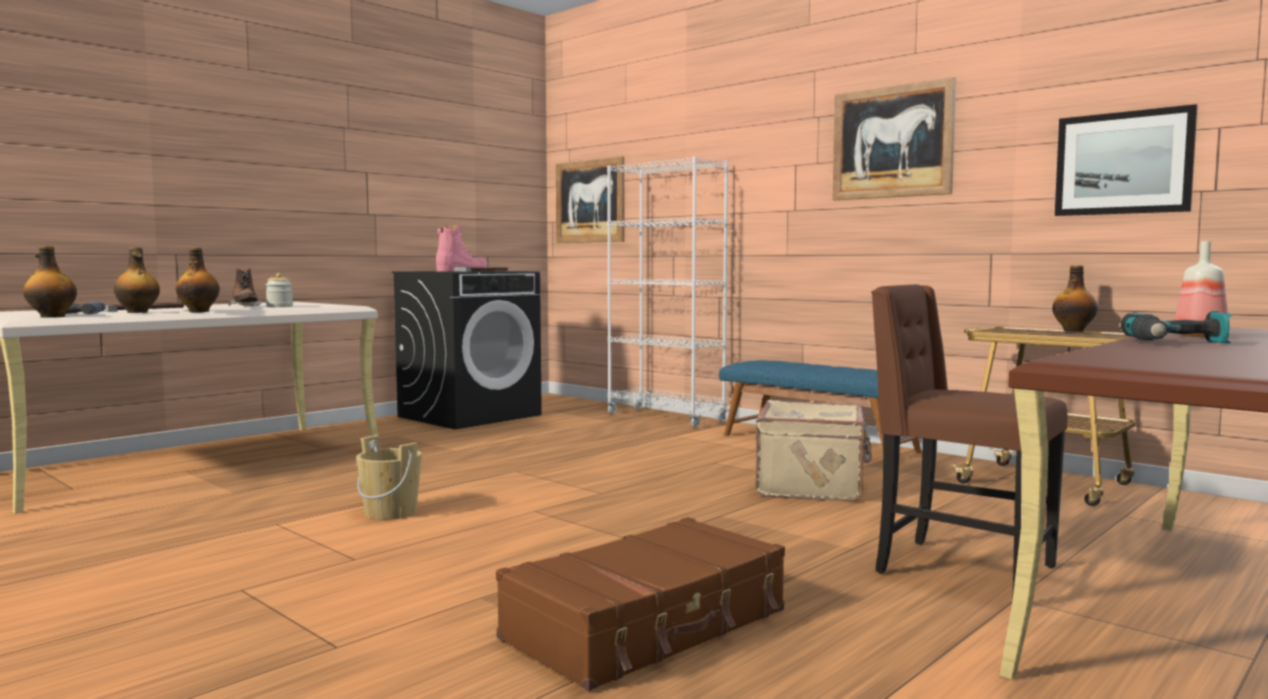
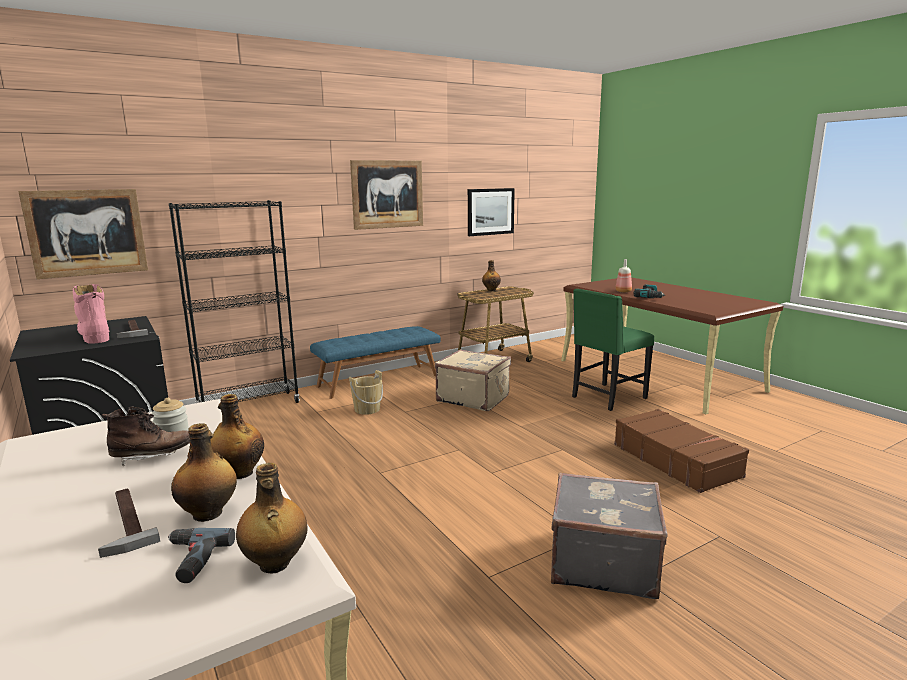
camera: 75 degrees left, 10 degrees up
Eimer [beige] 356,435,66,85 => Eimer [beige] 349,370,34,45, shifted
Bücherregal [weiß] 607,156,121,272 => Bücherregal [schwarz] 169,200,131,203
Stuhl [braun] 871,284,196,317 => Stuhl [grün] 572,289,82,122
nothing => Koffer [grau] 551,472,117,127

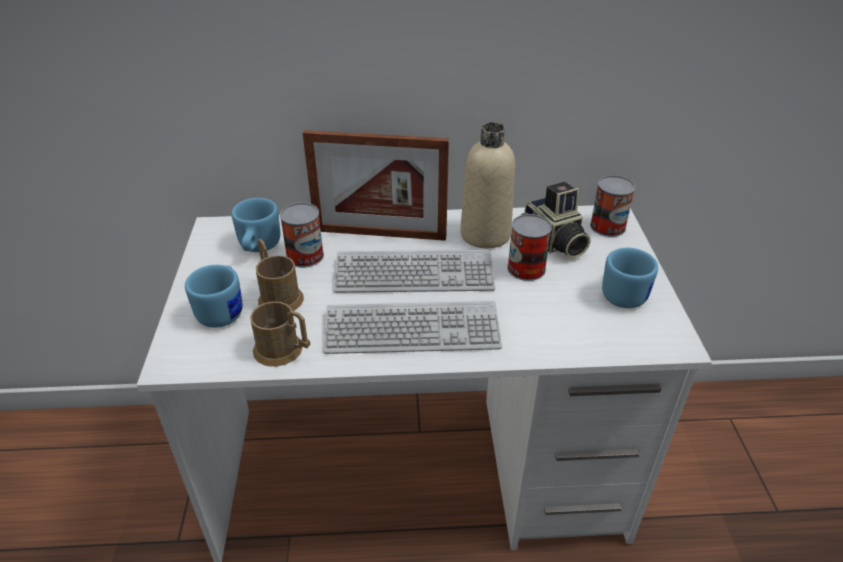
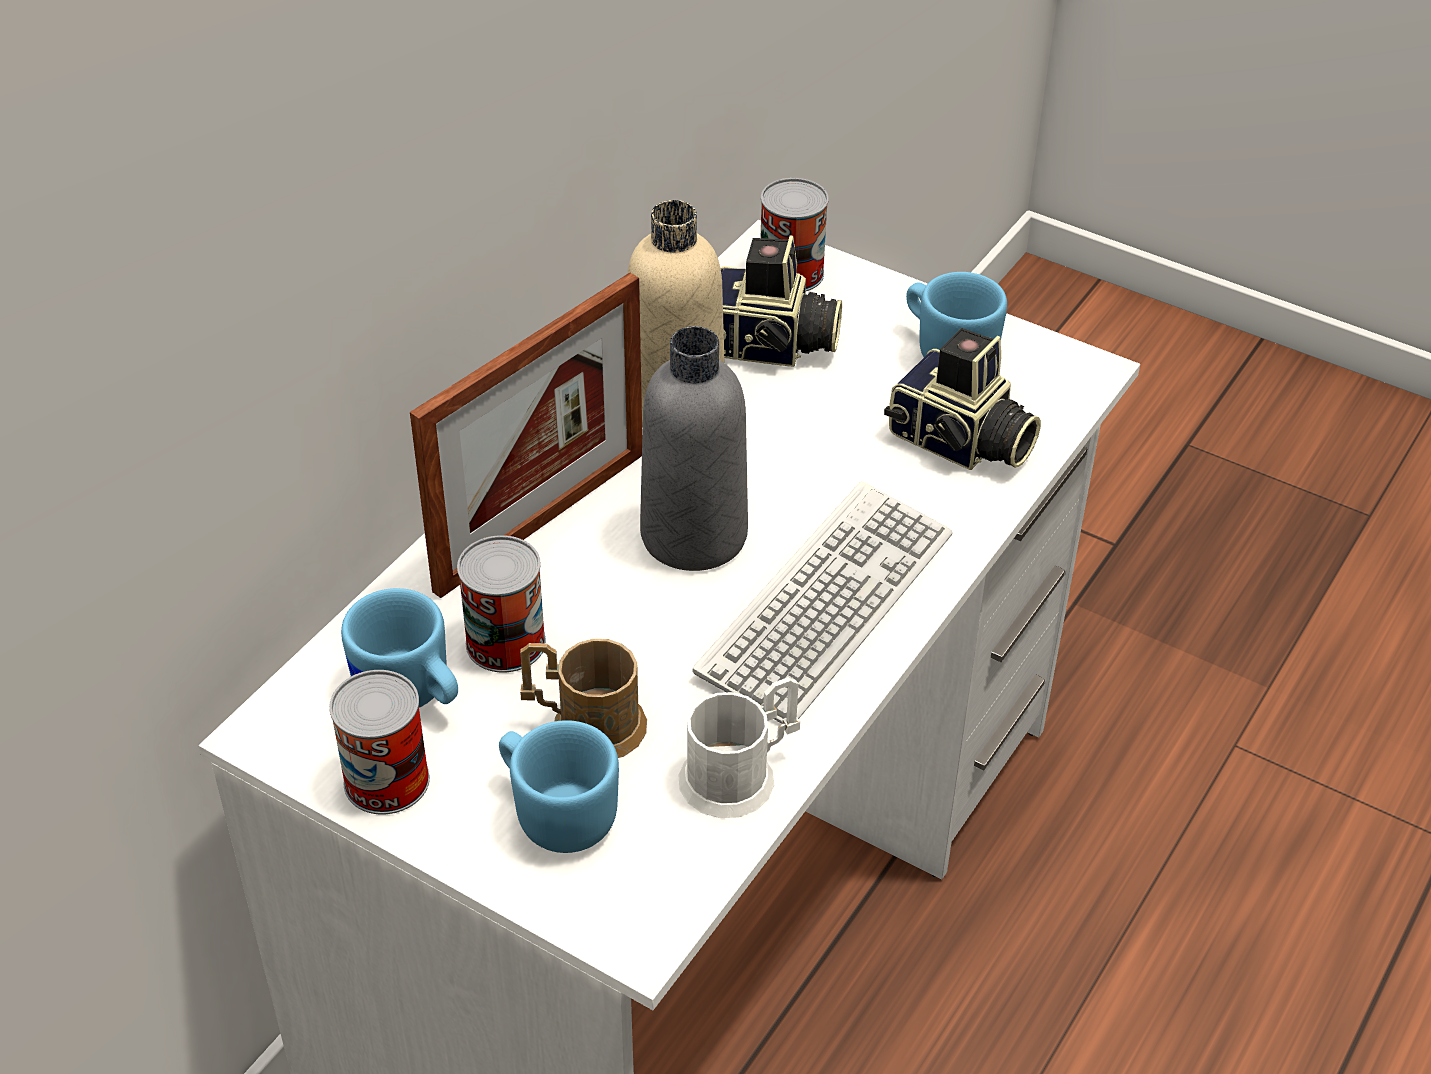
camera: 55 degrees left, 5 degrees up
Henkelbecher [braun] 250,301,60,66 => Henkelbecher [weiß] 678,677,122,141
Tastatur 334,250,161,43 => Flasche [grau] 640,326,108,245
Dose 507,214,45,67 => Dose 329,670,101,144, shifted
nothing => Kamera 884,328,157,142

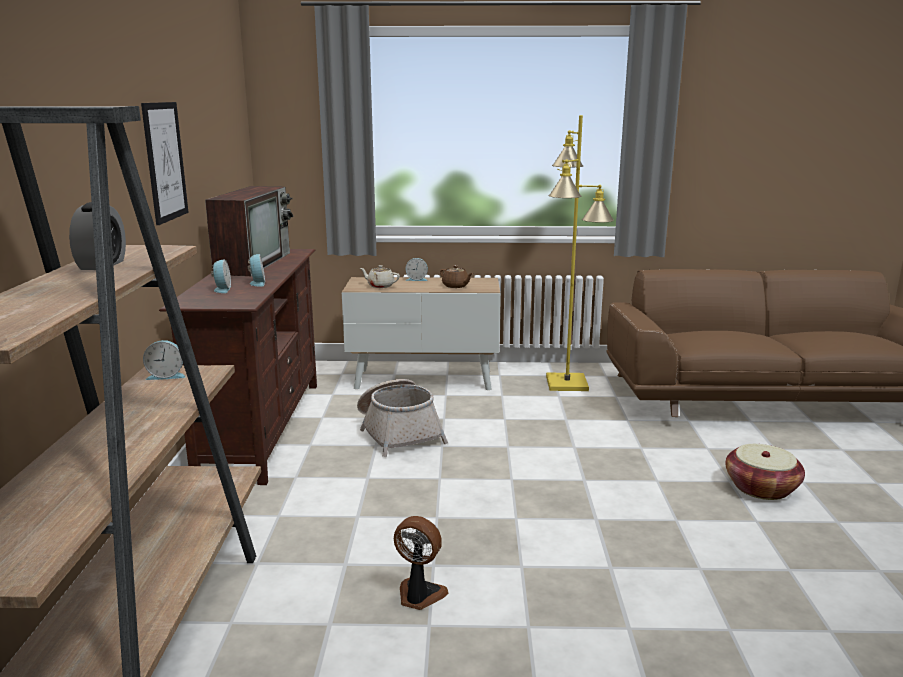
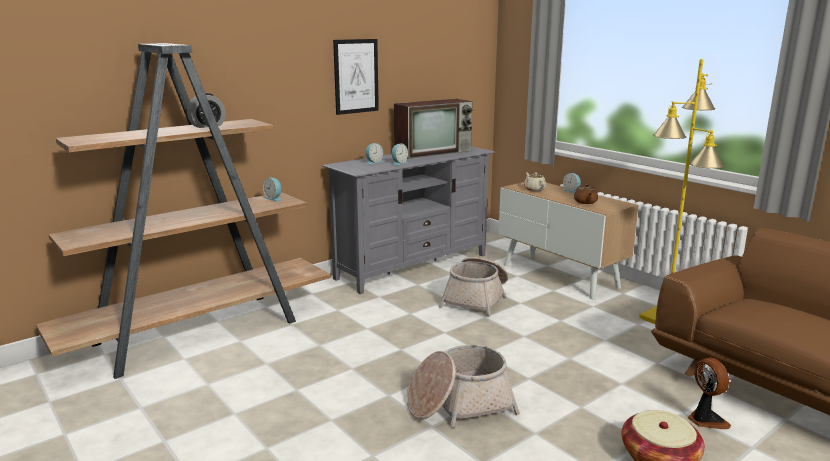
camera: 50 degrees right, 0 degrees up
Fernsehschrank [braun] 159,249,158,236 => Fernsehschrank [grau] 322,146,173,148
Ventilator 394,516,55,94 => Ventilator 688,358,43,71, shifted
nothing => Korb 407,345,113,83

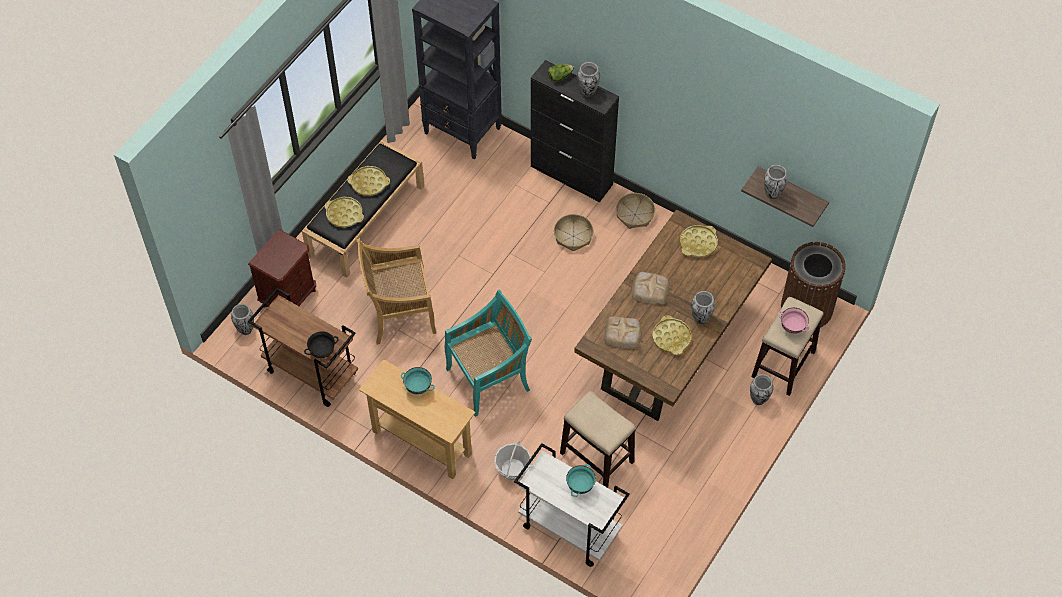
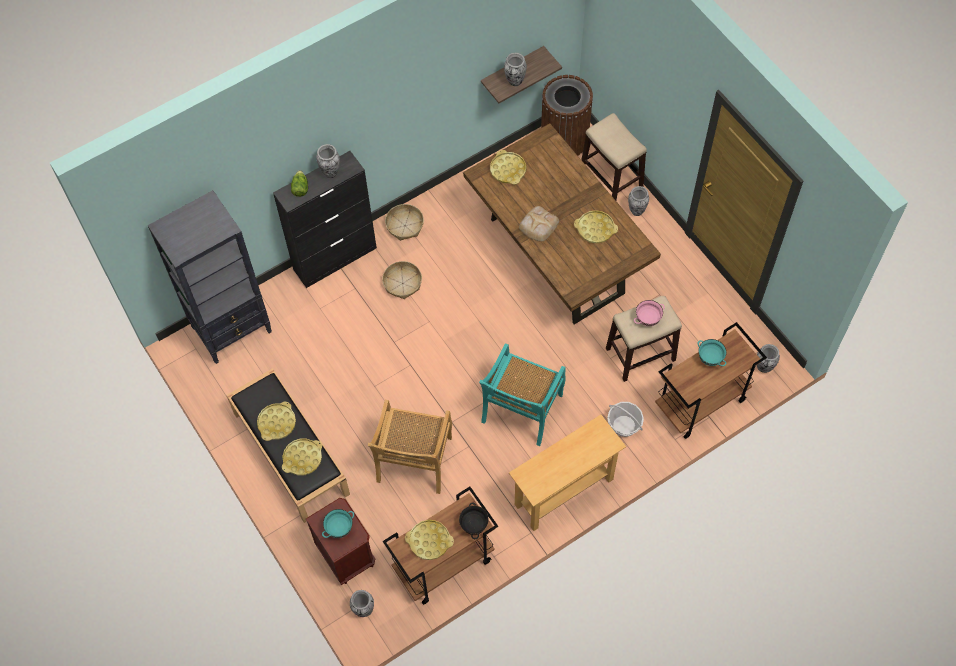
camera: 65 degrees left, 5 degrees up
Schüssel [türkis] 401,367,34,28 => Schüssel [türkis] 322,509,32,29, shifted
Stuhl [türkis] 445,289,87,128 => Stuhl [türkis] 479,343,87,103, 150 degrees counterclockwise
Rollwagen [weiß] 514,443,116,124 => Rollwagen [braun] 655,322,112,117
Brot 604,316,38,33 => nothing
Vase 691,291,24,33 => Vase 757,344,23,29, shifted
Schüssel [rosa] 778,308,33,26 => Schüssel [rosa] 634,300,31,26, shifted
nothing => Tablett [gelb] 405,520,49,40

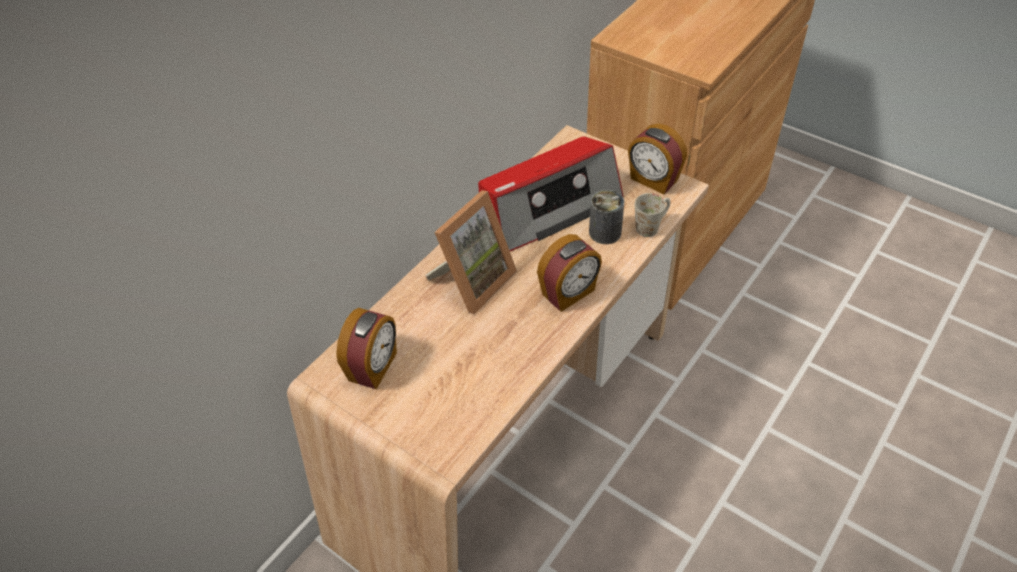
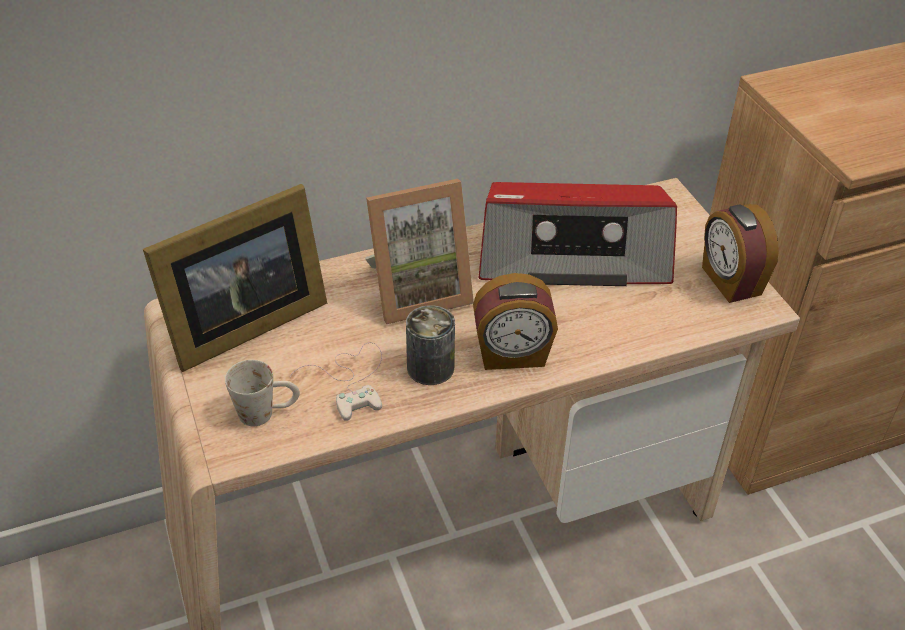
camera: 30 degrees right, 5 degrees down
Wecker 336,308,61,81 => Bilderrahmen 143,184,184,188
Dose 589,190,36,54 => Dose 406,305,49,80, shifted
Henkelbecher [weiß] 635,193,36,44 => Henkelbecher [weiß] 225,360,75,66, shifted
nothing => Gamepad [weiß] 290,342,92,79

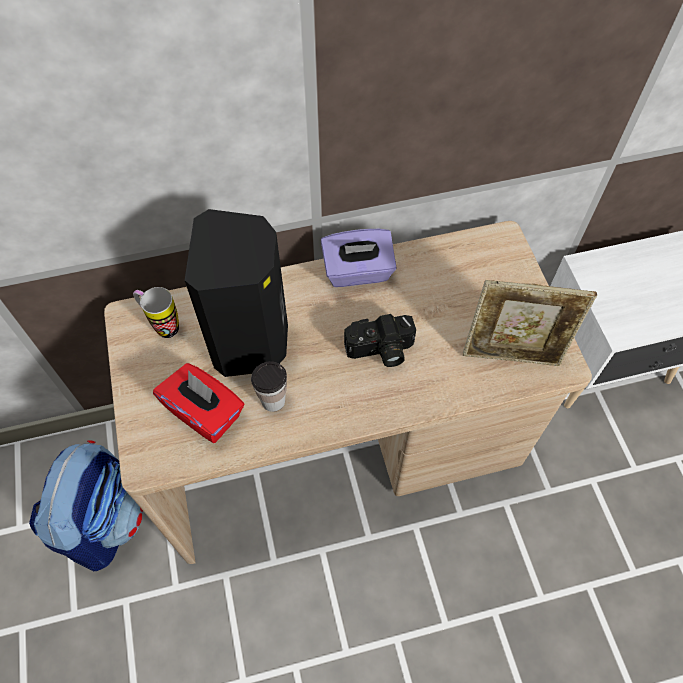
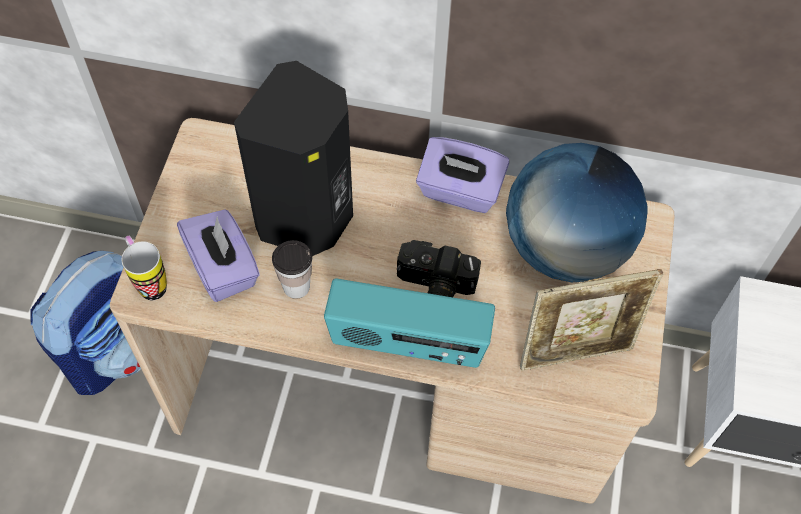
camera: 25 degrees right, 0 degrees up
Henkelbecher 133,287,46,51 => Henkelbecher 122,235,45,65, shifted
Taschentuchbox [rot] 153,363,91,80 => Taschentuchbox [lila] 177,209,83,93
Bilderrahmen 463,280,134,86 => Bilderrahmen 520,269,143,101, 45 degrees counterclockwise
nothing => Radio 324,278,171,90
nothing => Globus 506,143,142,139

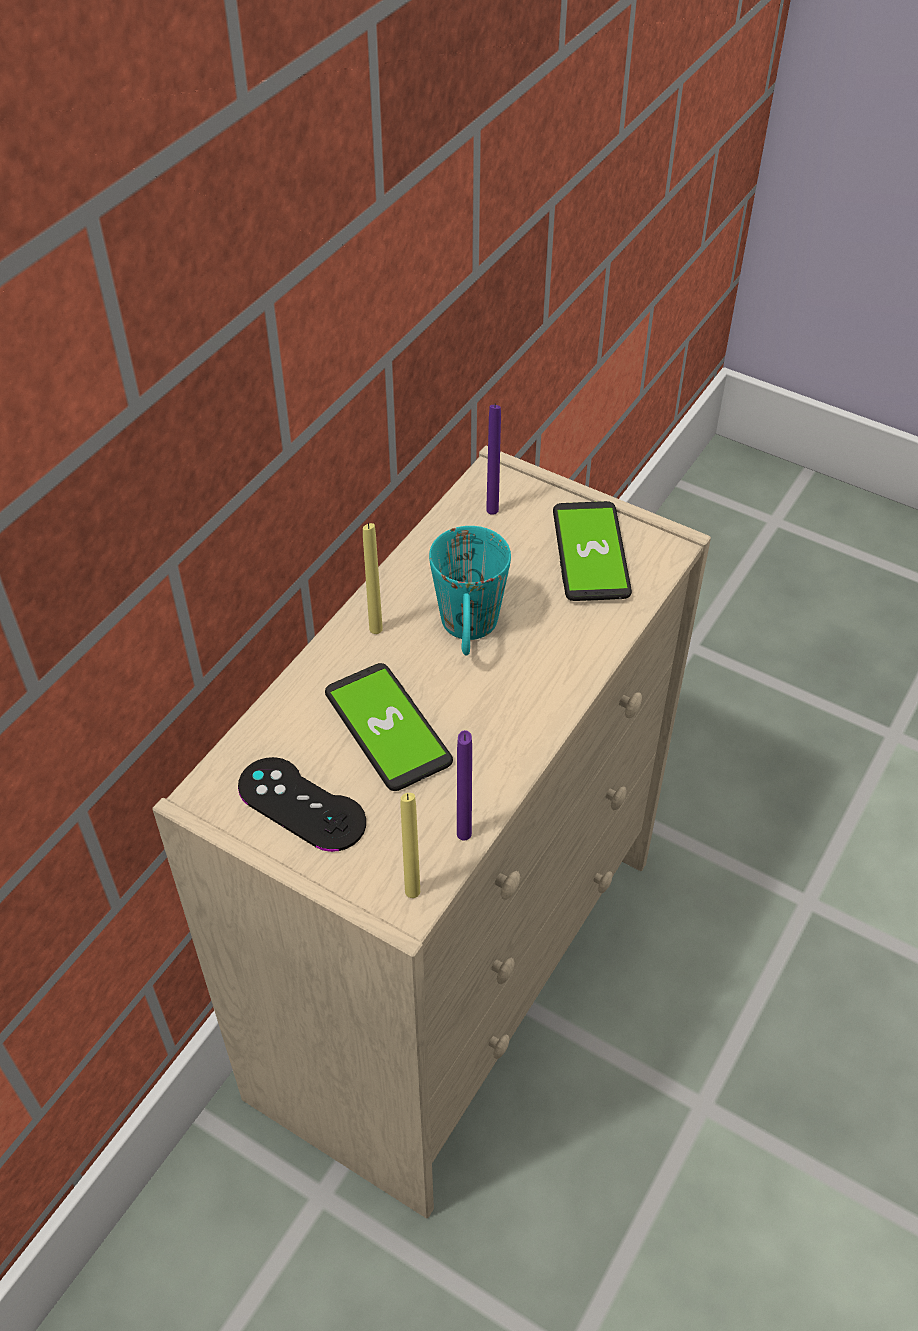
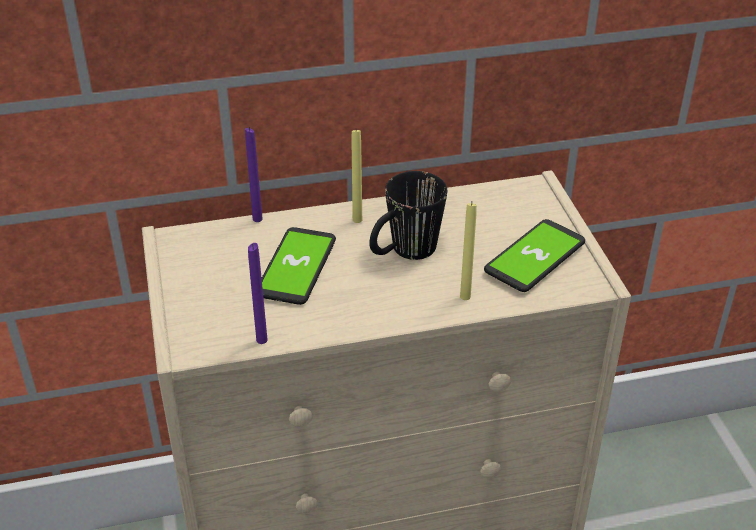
camera: 45 degrees right, 10 degrees down
Gamepad [schwarz] 238,757,128,95 => nothing
Kerze [gelb] 401,793,19,105 => Kerze [gelb] 460,203,17,97, shifted
Henkelbecher [türkis] 429,526,82,130 => Henkelbecher [schwarz] 369,171,78,89
Kerze [lila] 486,403,15,112 => Kerze [lila] 245,127,18,95, shifted

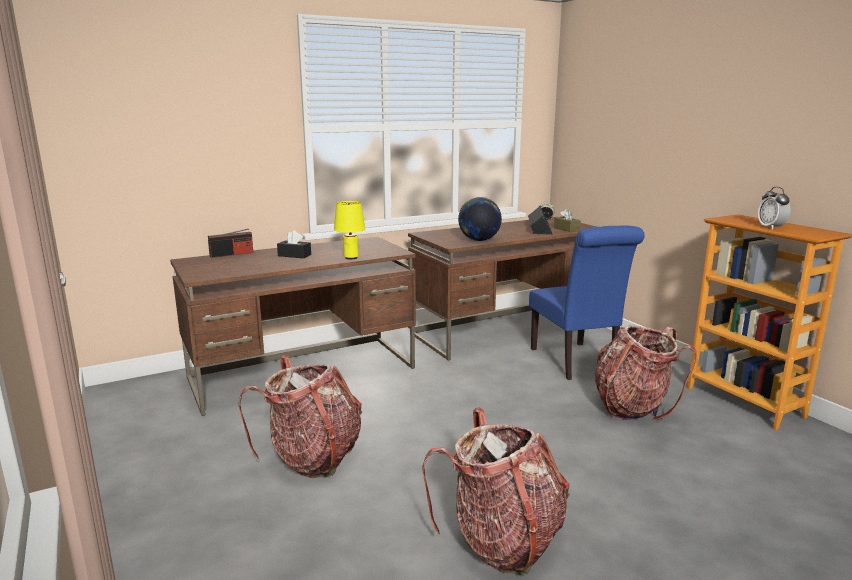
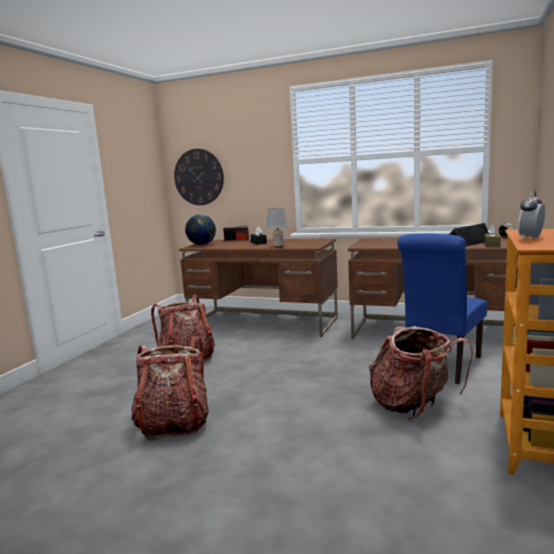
camera: 50 degrees right, 5 degrees down
Tischlampe [gelb] 334,201,31,58 => Tischlampe [grau] 267,208,21,40
Globus 458,197,44,44 => Globus 185,214,31,31, shifted
nothing => Wanduhr 174,149,50,56

